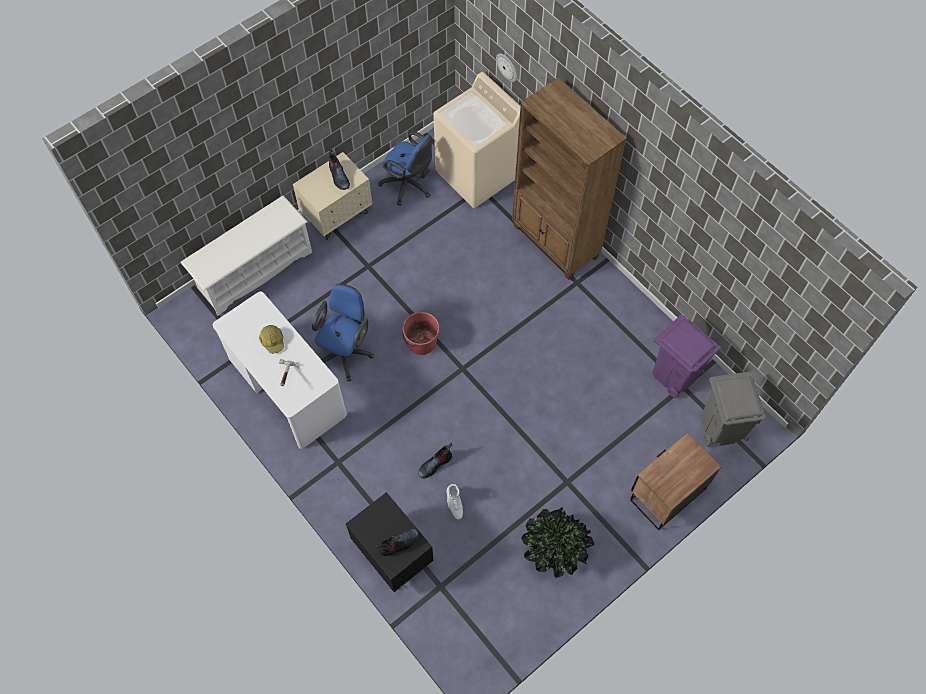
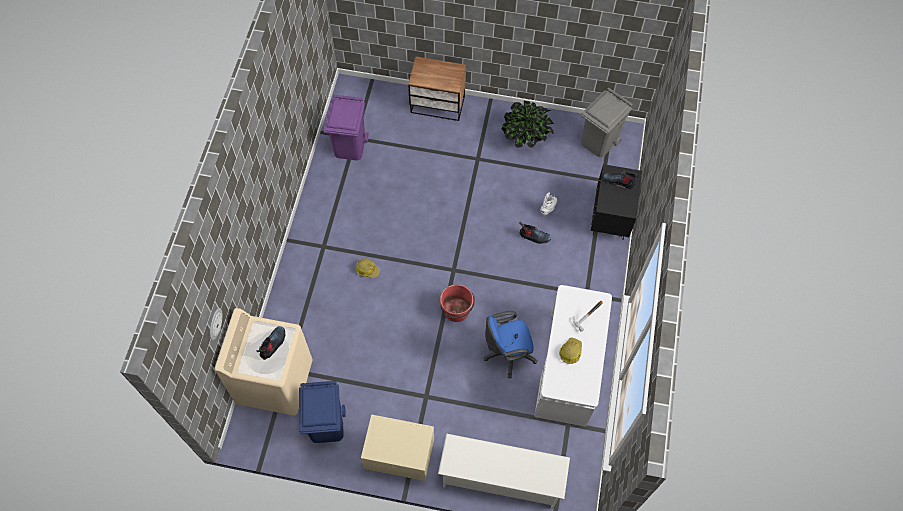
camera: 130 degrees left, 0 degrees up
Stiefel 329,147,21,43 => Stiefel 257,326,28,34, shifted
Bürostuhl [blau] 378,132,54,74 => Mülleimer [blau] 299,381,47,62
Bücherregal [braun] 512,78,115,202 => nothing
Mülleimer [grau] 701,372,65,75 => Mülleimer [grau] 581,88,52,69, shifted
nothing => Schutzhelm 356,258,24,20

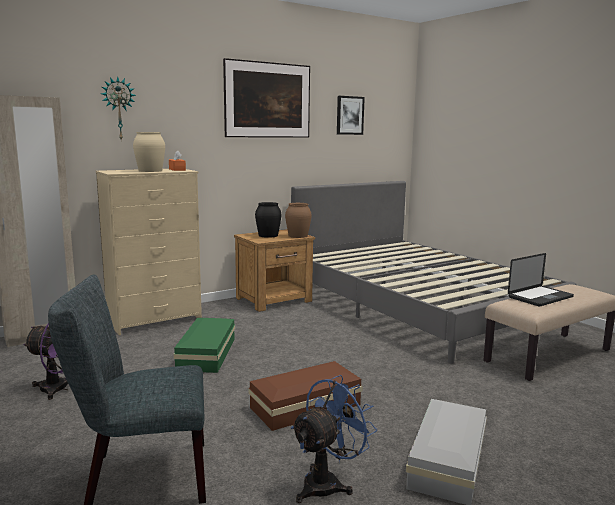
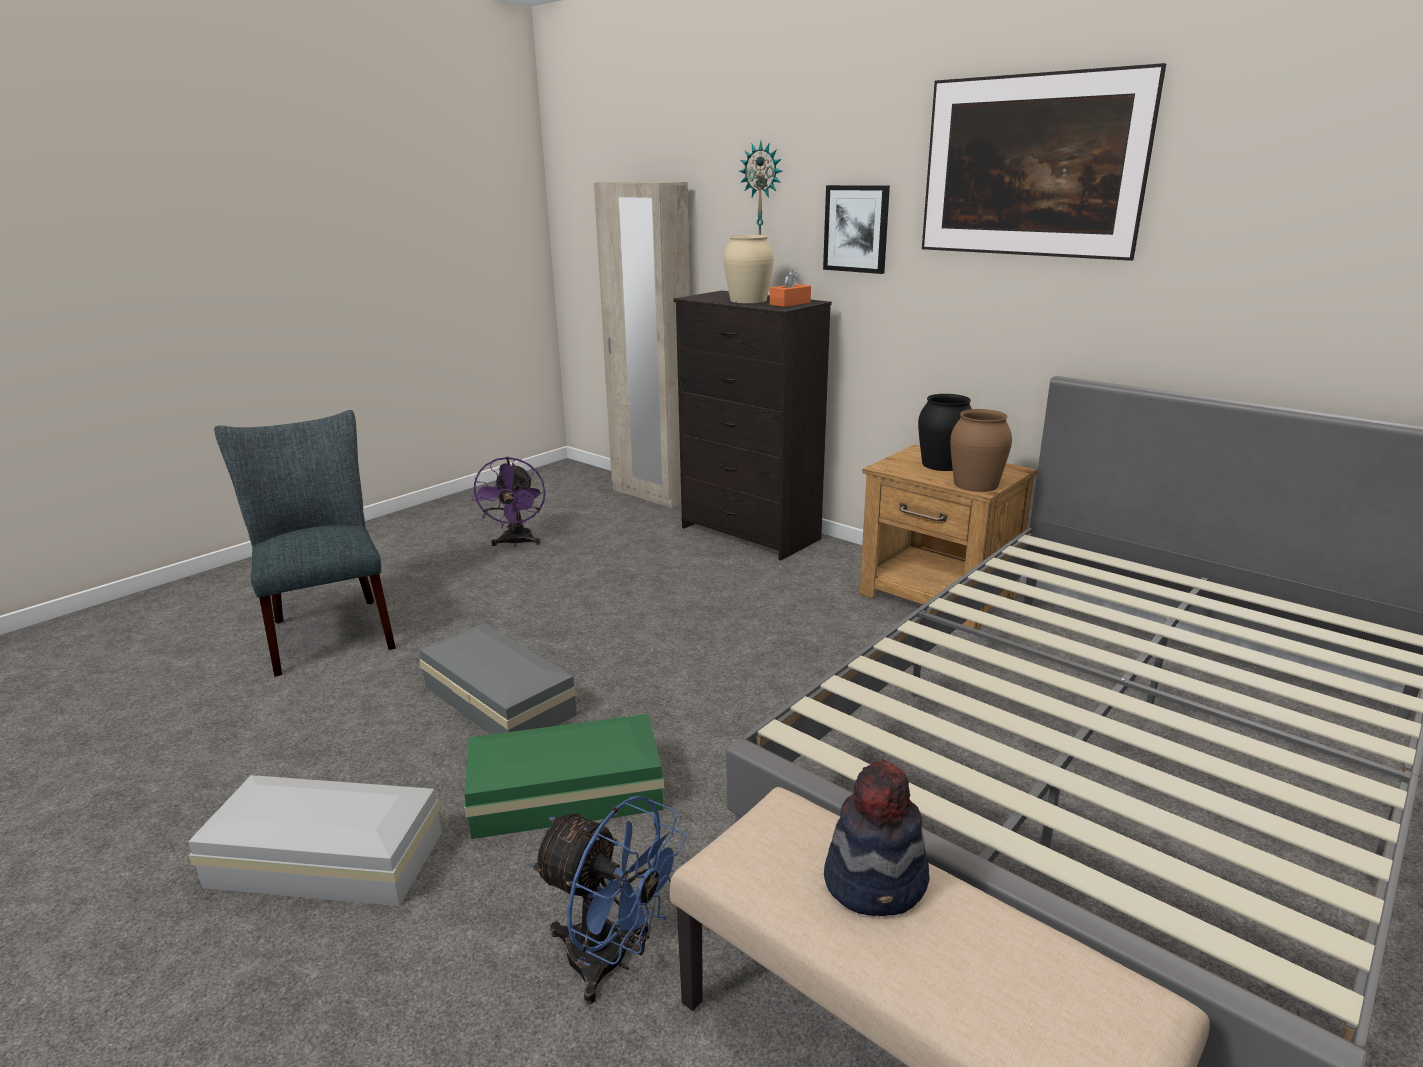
camera: 75 degrees right, 10 degrees up
Kommode [beige] 96,169,106,166 => Kommode [schwarz] 673,291,159,270
Aufbewahrungsbox [grün] 173,318,62,55 => Aufbewahrungsbox [grün] 464,714,201,125, shifted
Aufbewahrungsbox [braun] 248,361,115,70 => Aufbewahrungsbox [grau] 419,623,158,112
Ventilator [blau] 290,375,87,128 => Ventilator [blau] 530,796,157,208, shifted
Bild 337,96,28,39 => Bild 823,185,67,89, shifted
Laptop 508,253,66,54 => Hut 824,760,106,156

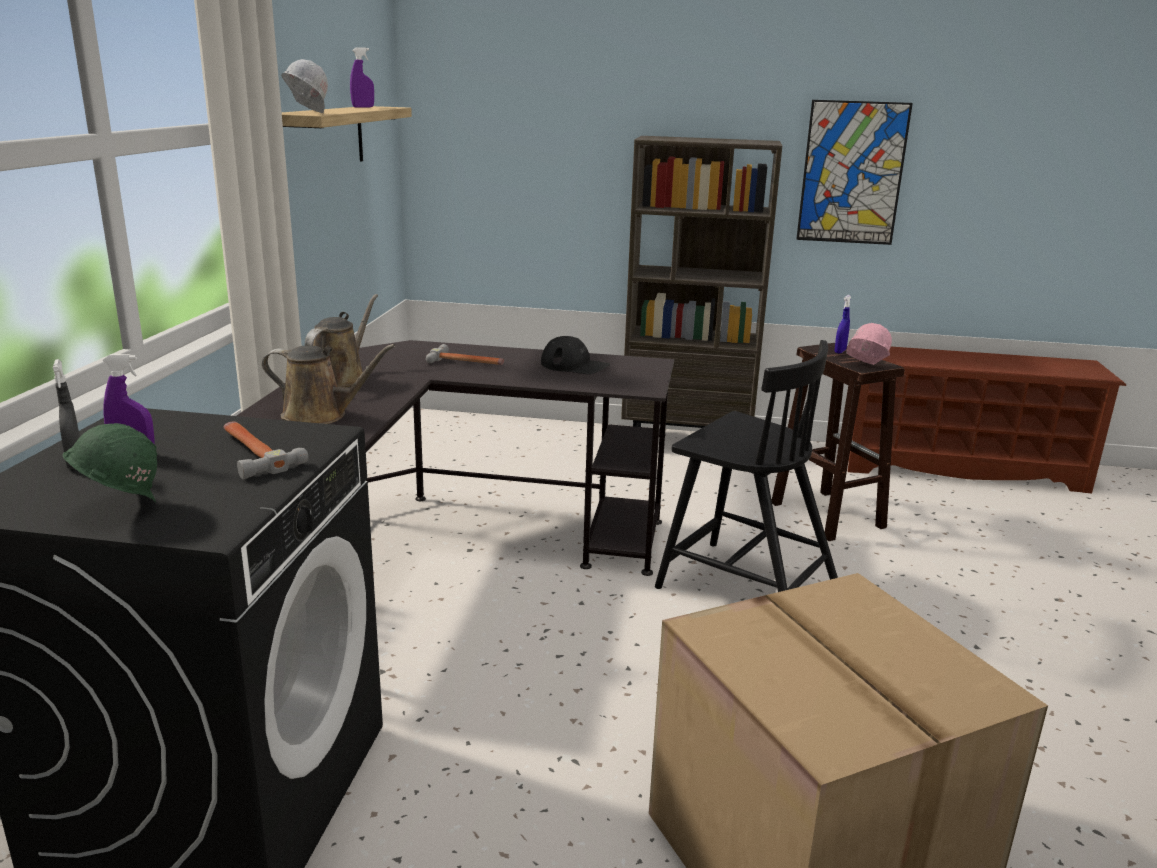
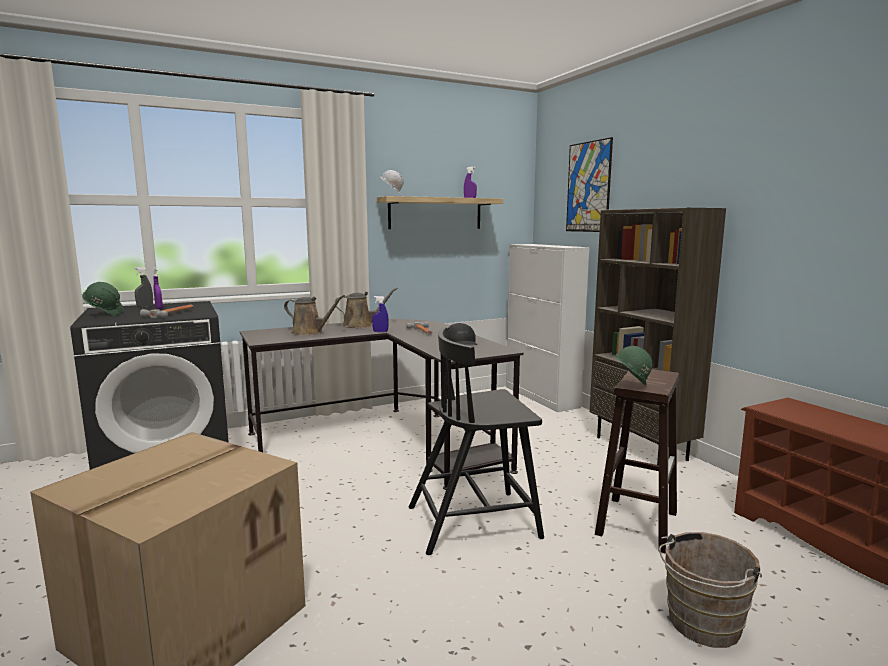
camera: 55 degrees right, 10 degrees down
Gießkanne [braun] 262,344,133,80 => Gießkanne [braun] 284,295,61,40, 45 degrees counterclockwise
Stuhl [schwarz] 655,340,183,252 => Stuhl [schwarz] 409,327,135,228, 75 degrees clockwise
Bild 796,100,117,145 => Bild 566,137,47,95, shifted
Sprühflasche [blau] 834,295,17,59 => Sprühflasche [blau] 372,296,17,36, shifted
Schutzhelm [rosa] 846,323,46,42 => Schutzhelm [grün] 614,346,38,40
nothing => Schrank [weiß] 506,244,83,168
nothing => Eimer [braun] 659,532,103,116

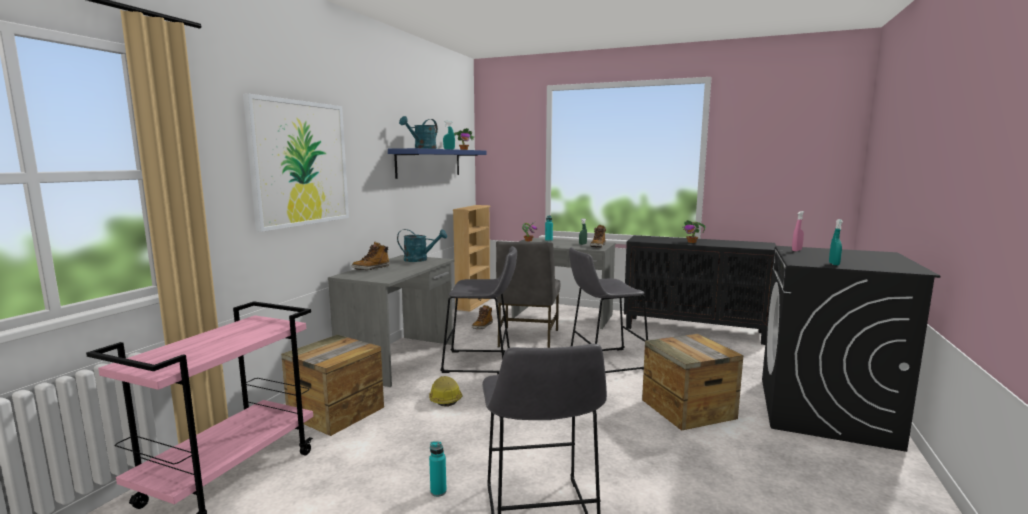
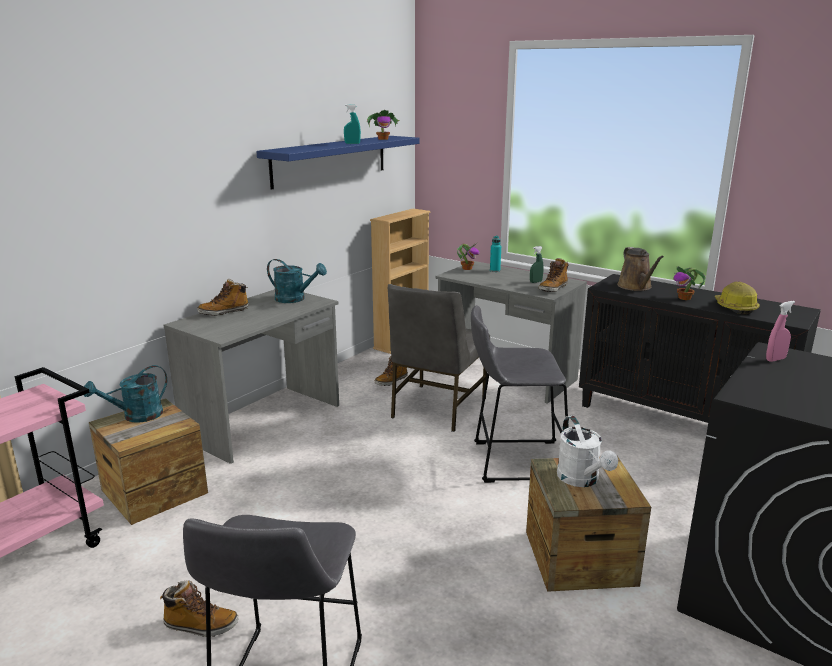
camera: 15 degrees right, 10 degrees up
Bild 243,93,106,139 => nothing
Gießkanne [türkis] 399,116,39,33 => Gießkanne [türkis] 84,365,83,58, shifted
Schutzhelm 429,376,34,31 => Schutzhelm 714,282,45,32, shifted
Flasche [türkis] 429,441,18,56 => Stiefel 160,581,78,56
Hocker [grau] 440,246,77,128 => nothing
Sprühflasche [türkis] 829,219,14,46 => nothing
nothing => Gießkanne [weiß] 557,416,61,71
nothing => Gießkanne [braun] 617,247,47,44

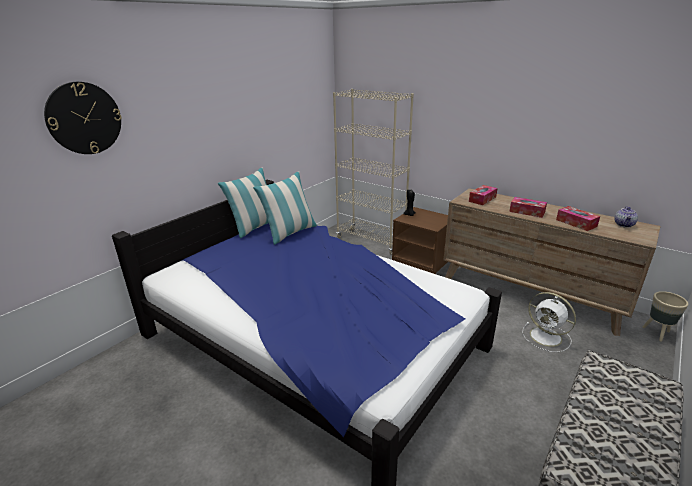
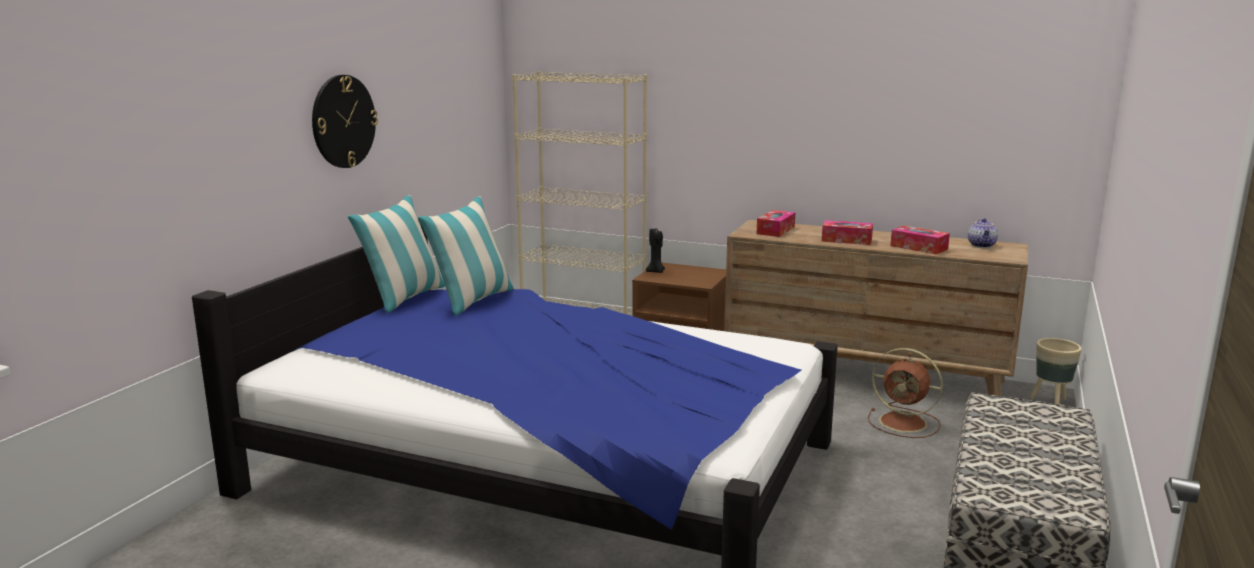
camera: 15 degrees left, 10 degrees down
Wanduhr 44,82,77,72 => Wanduhr 312,75,66,93, shifted
Ventilator [weiß] 522,292,54,60 => Ventilator [braun] 868,348,75,90

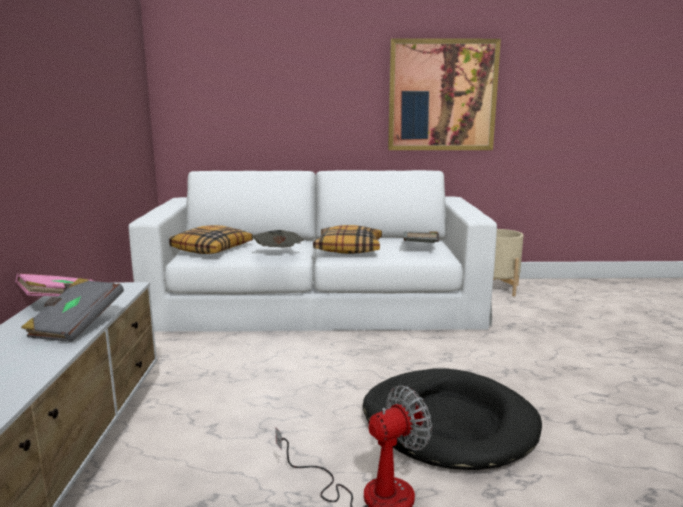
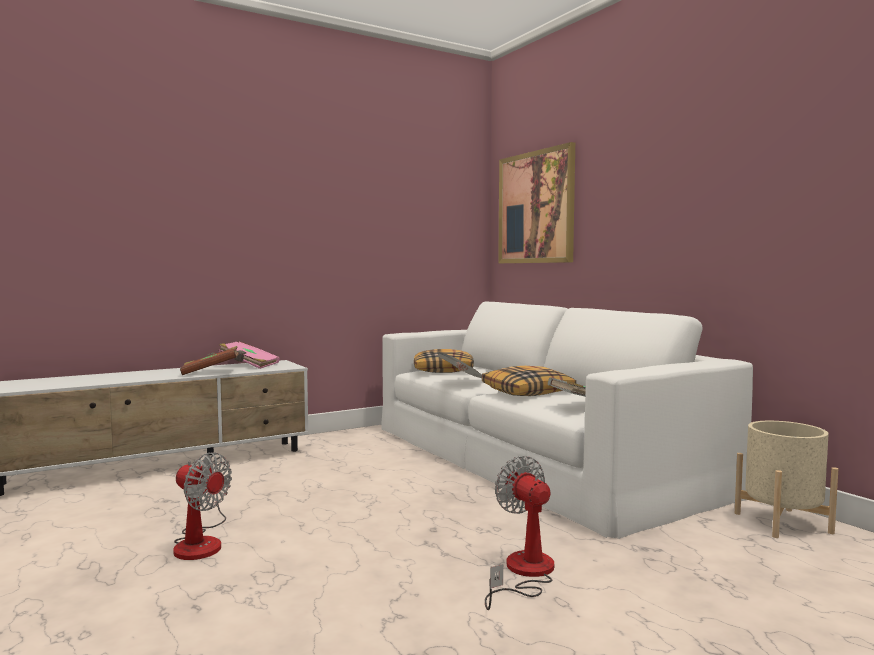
camera: 60 degrees right, 10 degrees down
Buch [grau] 21,278,103,64 => Buch [braun] 180,346,59,29
Hundebett [schwarz] 363,368,179,102 => nothing
Bild 388,38,113,112 => Bild 498,142,77,121, shifted
nothing => Ventilator 485,455,69,155

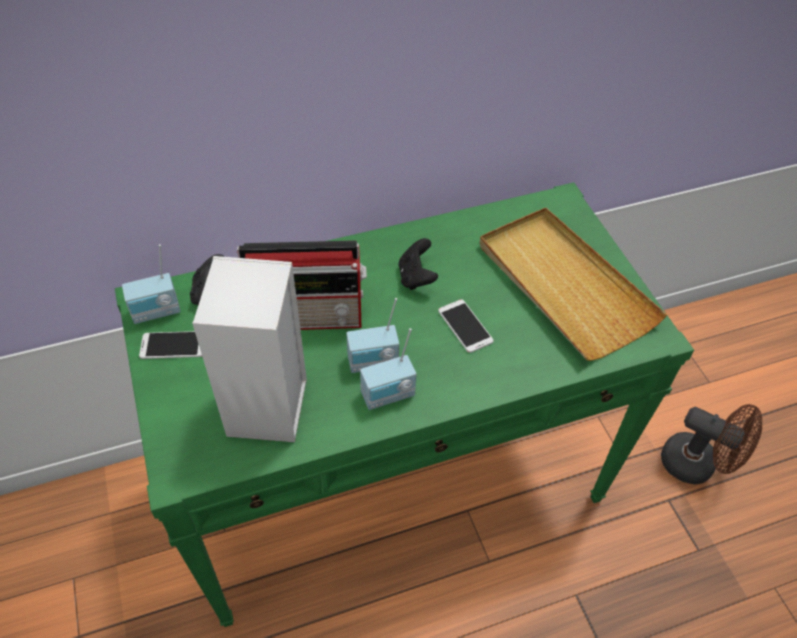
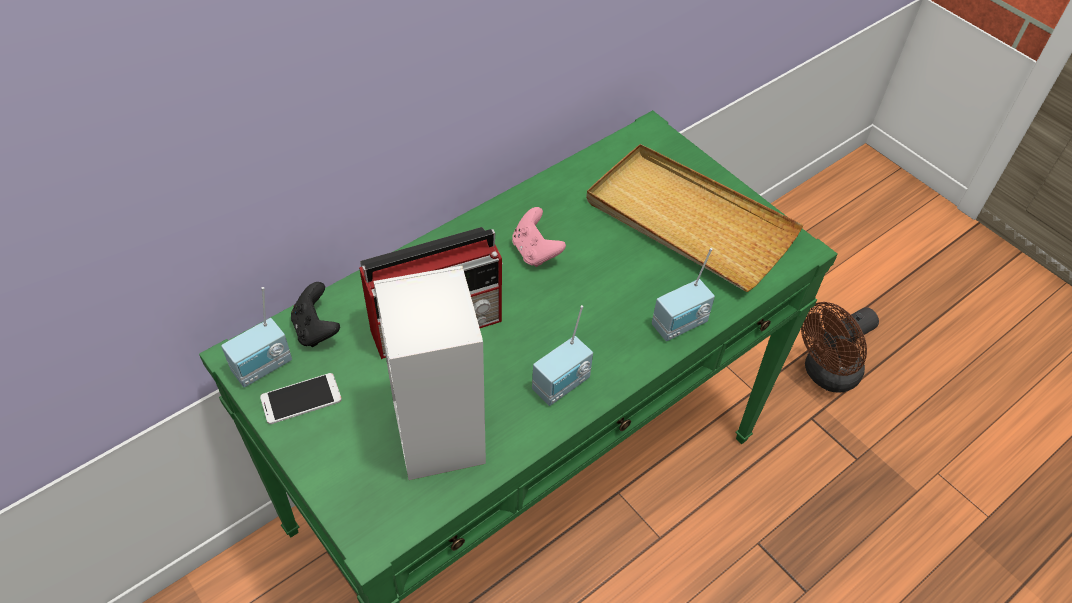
camera: 20 degrees left, 0 degrees up
Radio 346,298,53,75 => Radio 652,248,63,93, shifted
Gamepad [schwarz] 398,238,40,52 => Gamepad [rosa] 512,207,54,60
Handy 438,299,56,54 => nothing
Ventilator [braun] 661,404,101,80 => Ventilator [braun] 801,302,78,91, 135 degrees clockwise

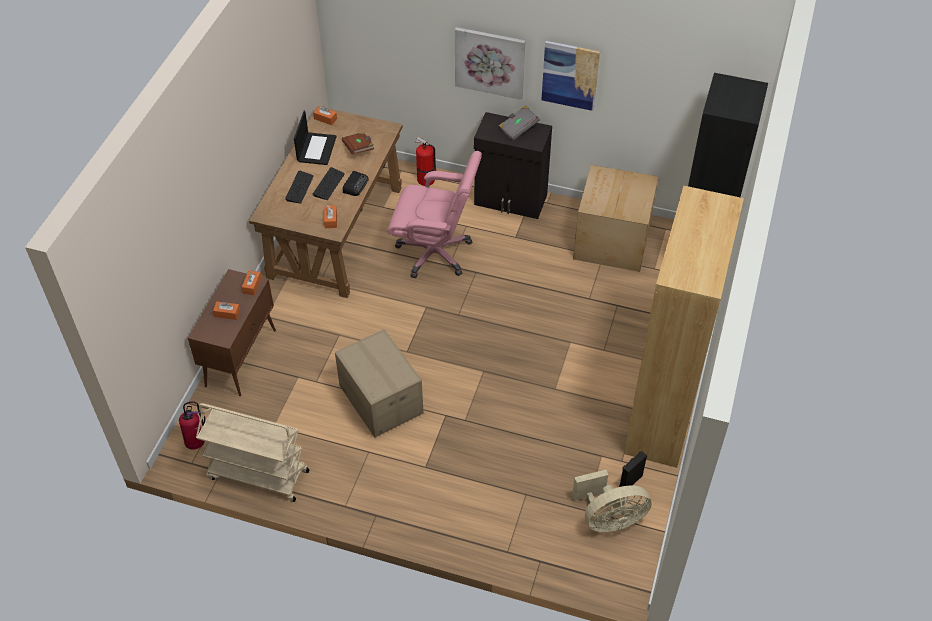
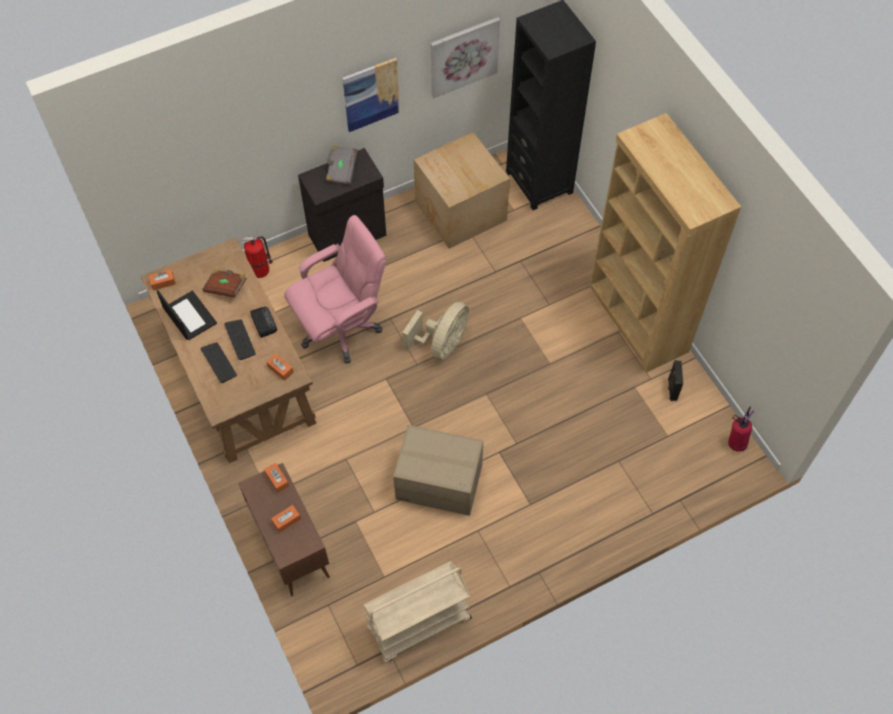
camera: 45 degrees left, 10 degrees up
Feuerlöscher 179,401,26,49 => Feuerlöscher 728,406,27,46, shifted
Bild 455,27,71,73 => Bild 431,17,69,81, shifted
Ventilator [beige] 572,470,79,62 => Ventilator [beige] 402,302,67,57, shifted

